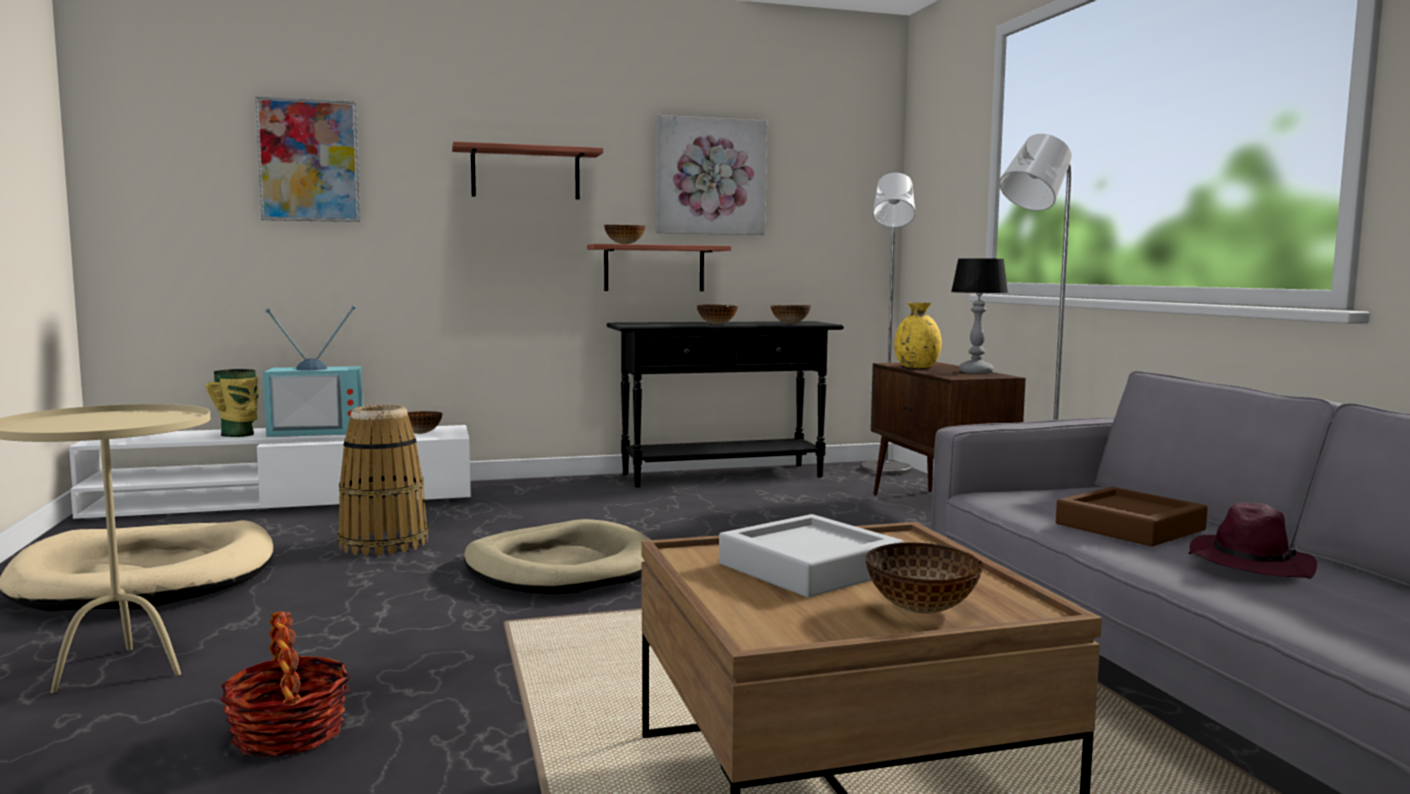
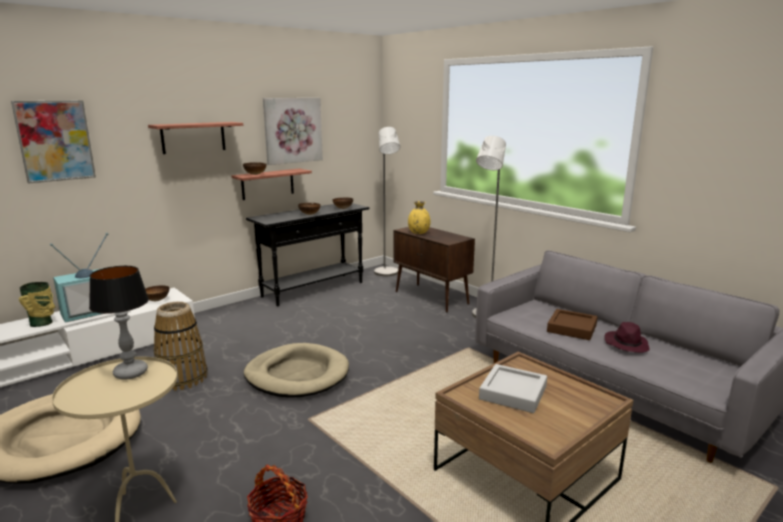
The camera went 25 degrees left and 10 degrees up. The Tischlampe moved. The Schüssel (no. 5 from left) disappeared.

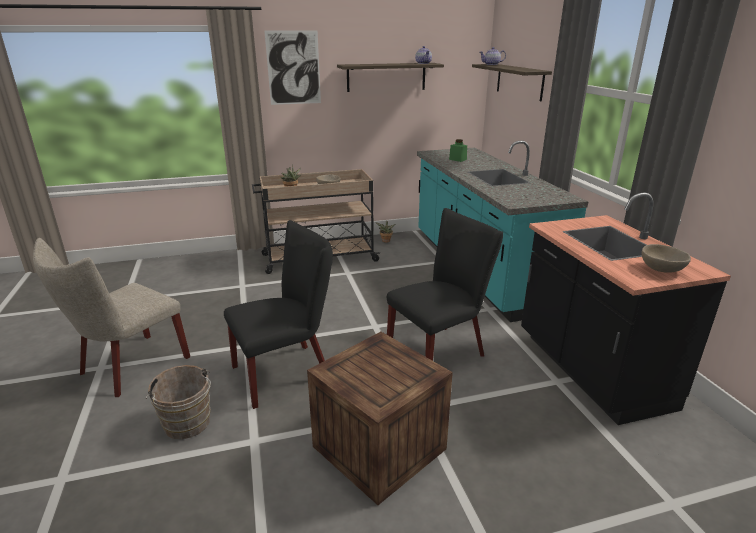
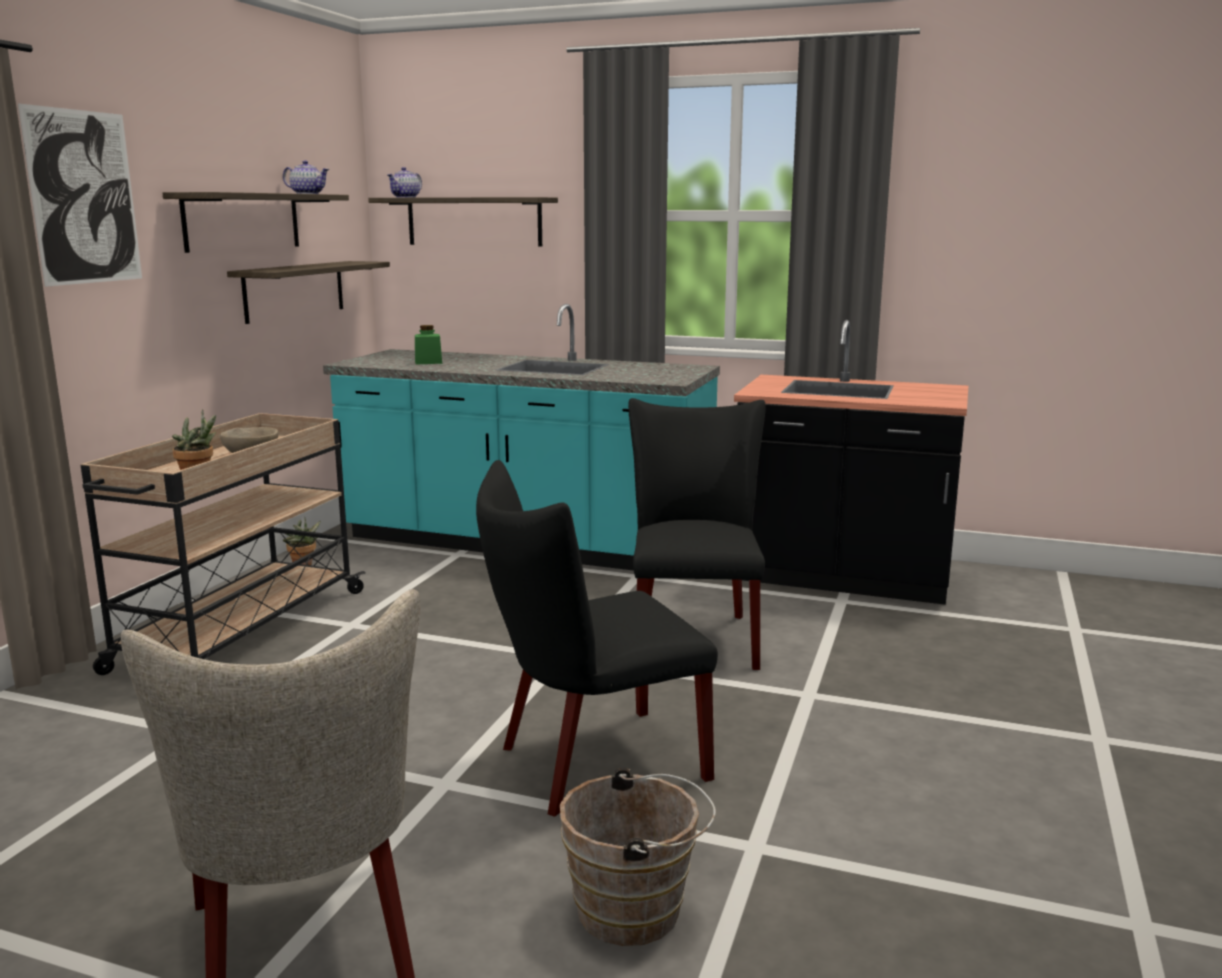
The camera went 55 degrees left and 10 degrees down. The Wandregal (no. 2 from left) appeared. The Stuhl [schwarz] (no. 1 from left) turned 120 degrees counterclockwise. The Kiste disappeared. The Schüssel [beige] (no. 2 from left) disappeared.

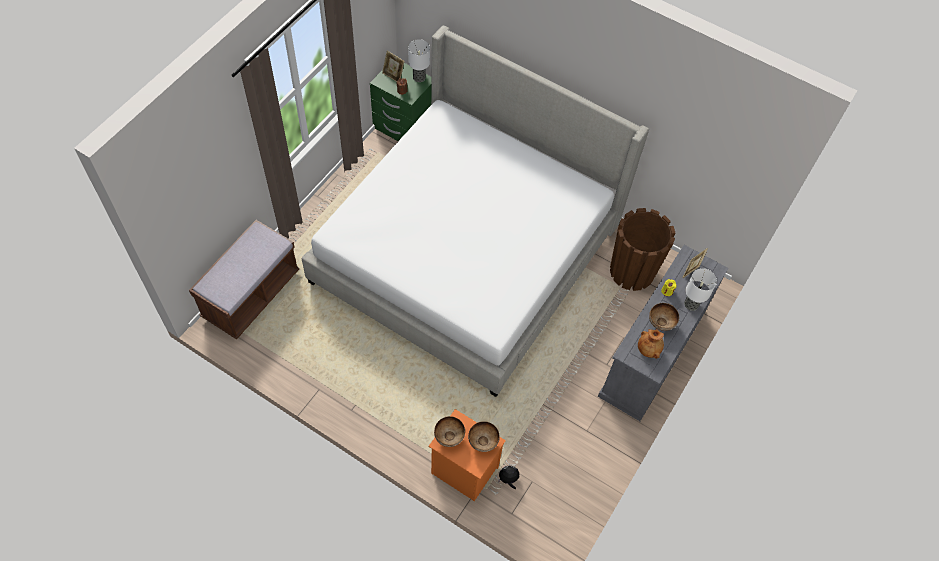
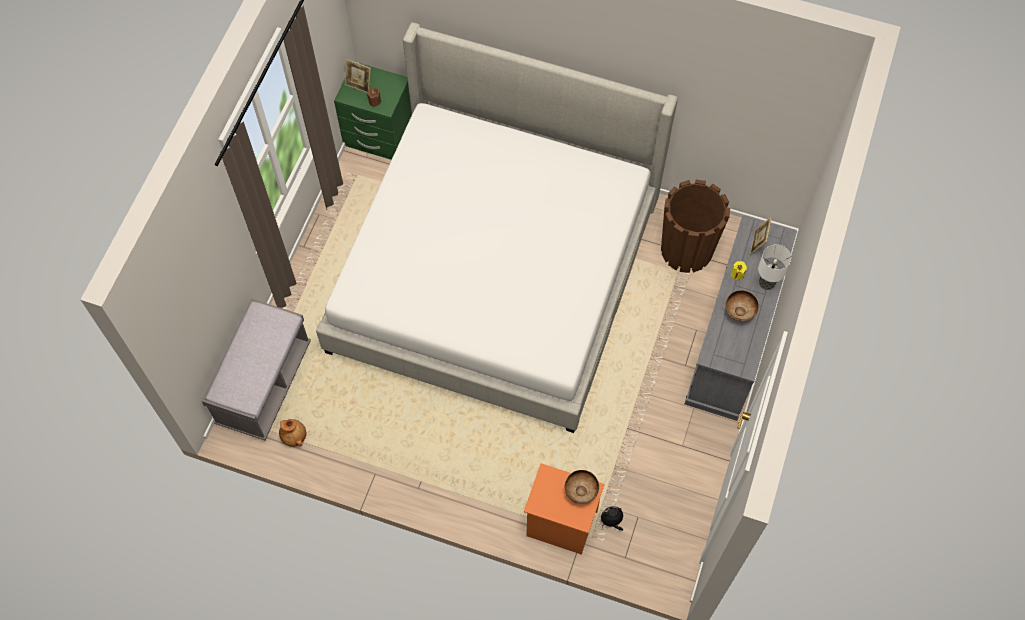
The camera went 10 degrees left and 5 degrees up. The Bank [braun] became the Bank [grau]. The Vase [braun] moved. The Tischlampe (no. 1 from left) disappeared. The Schüssel (no. 1 from left) disappeared.

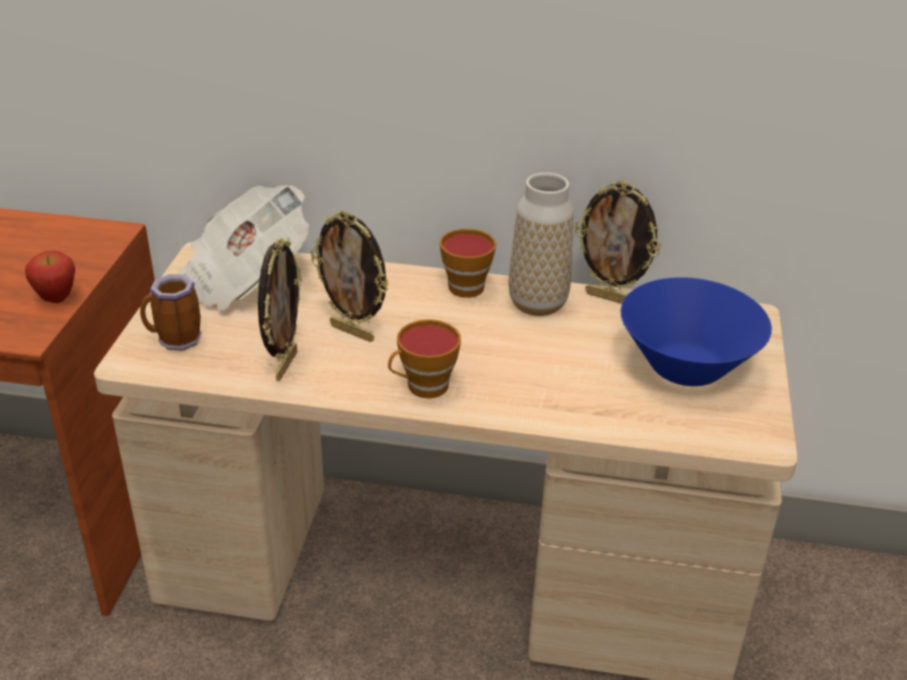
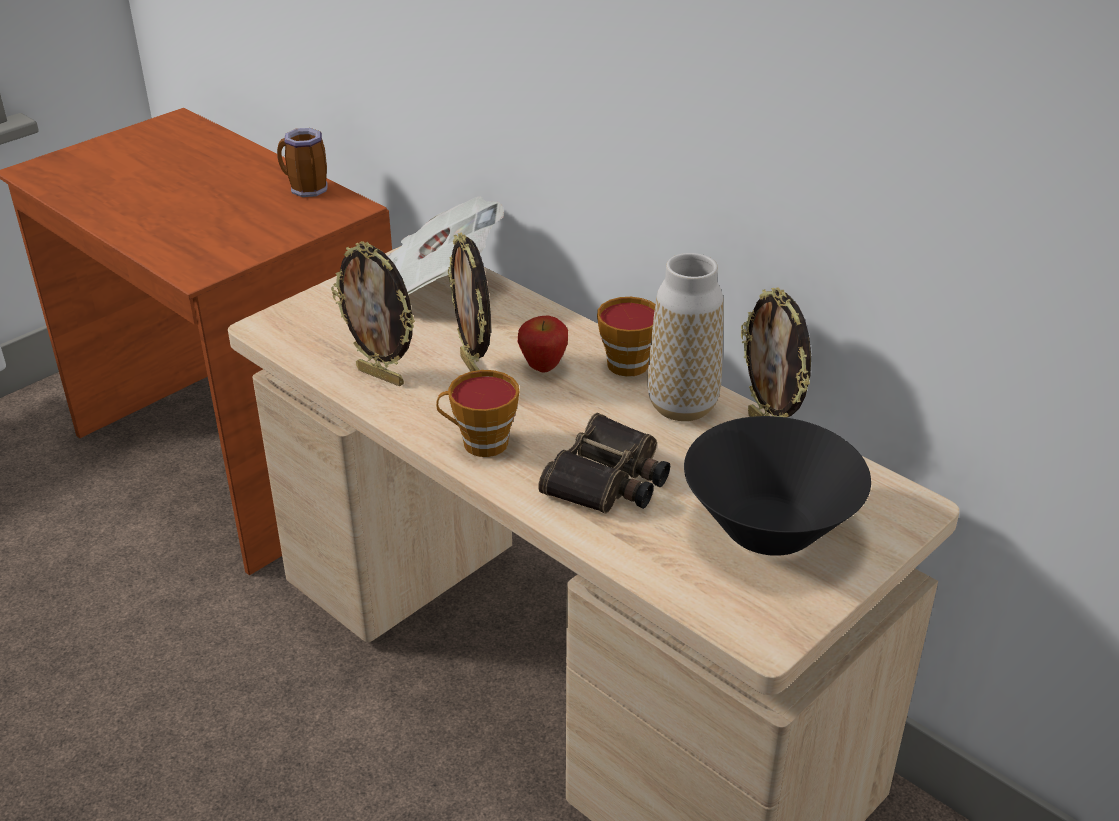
The camera went 35 degrees right and 0 degrees up. The Henkelbecher moved. The Bilderrahmen (no. 1 from left) turned 75 degrees clockwise. The Apfel moved. The Fernglas appeared. The Schüssel [blau] became the Schüssel [schwarz].

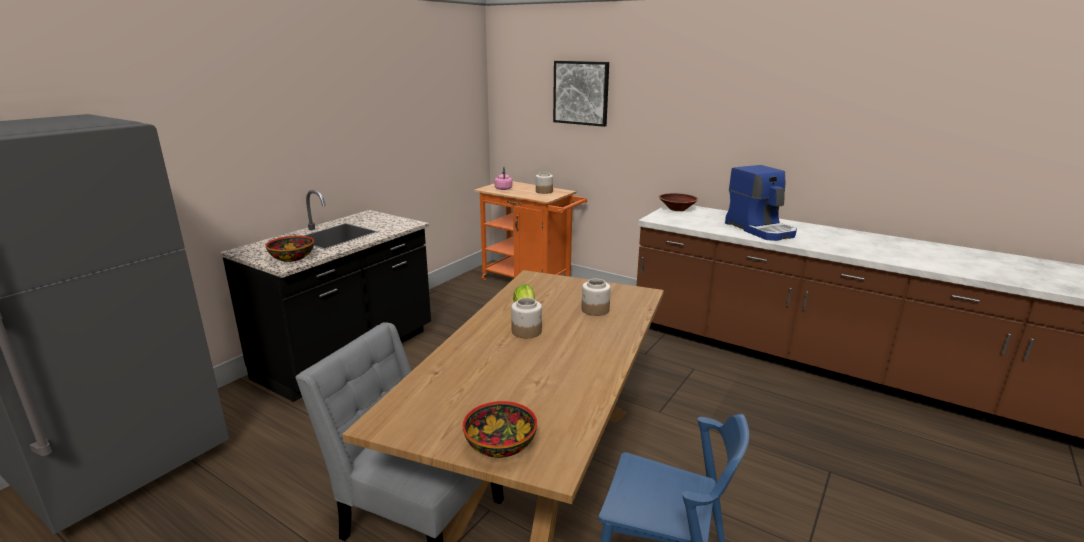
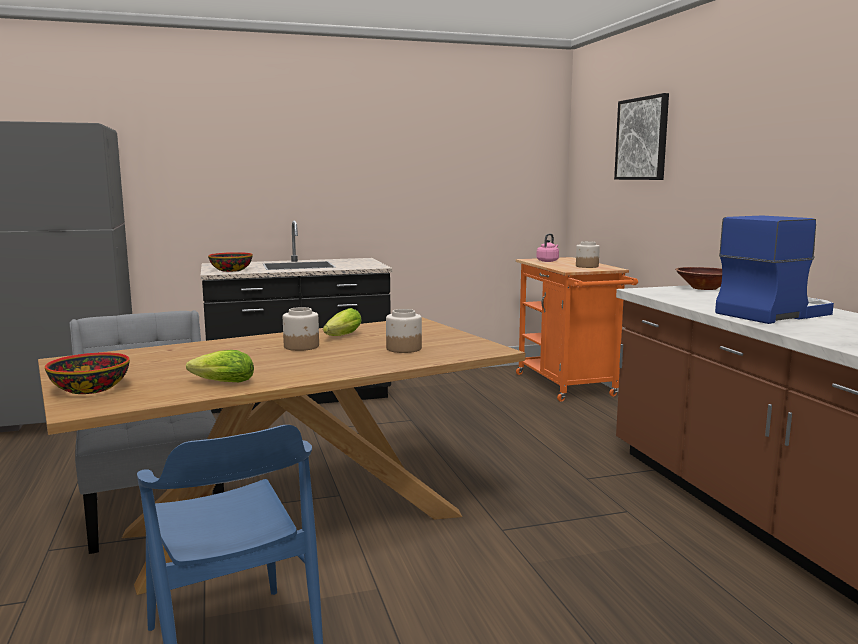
The camera went 40 degrees right and 10 degrees down. The Salatkopf (no. 1 from left) appeared. The Kaffeemaschine turned 135 degrees counterclockwise.

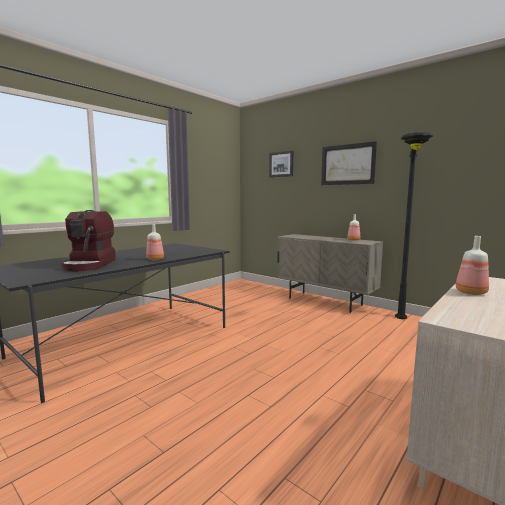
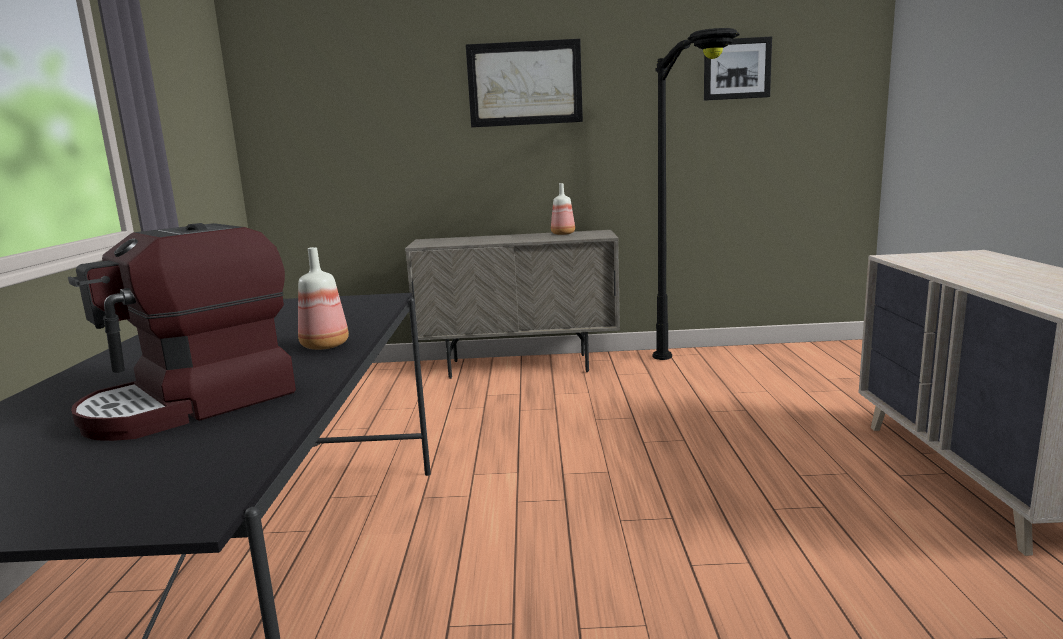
The camera went 40 degrees left and 5 degrees up. The Kaffeemaschine turned 90 degrees clockwise. The Bild (no. 1 from left in the first image) moved. The Flasche (no. 3 from left) disappeared.

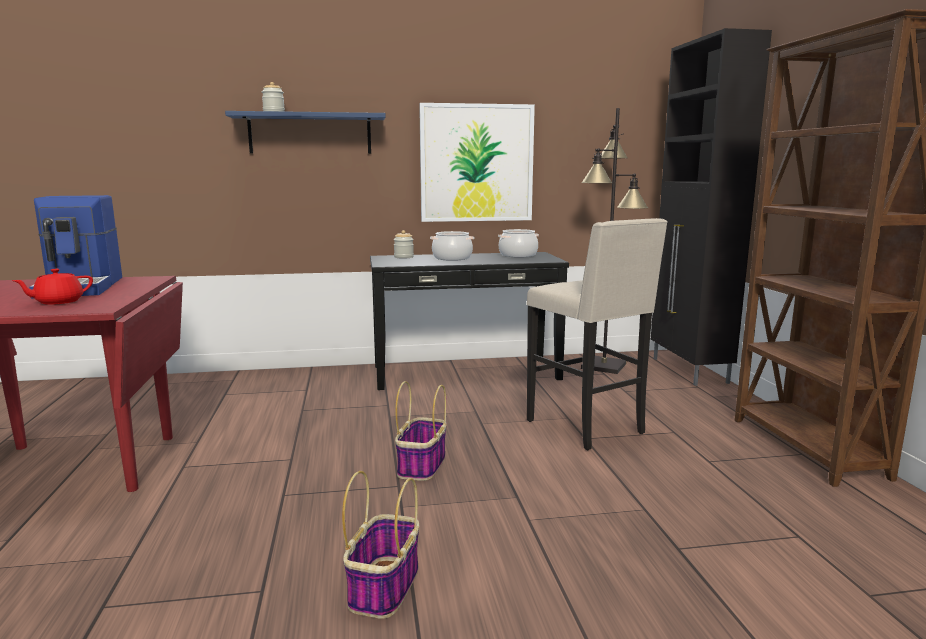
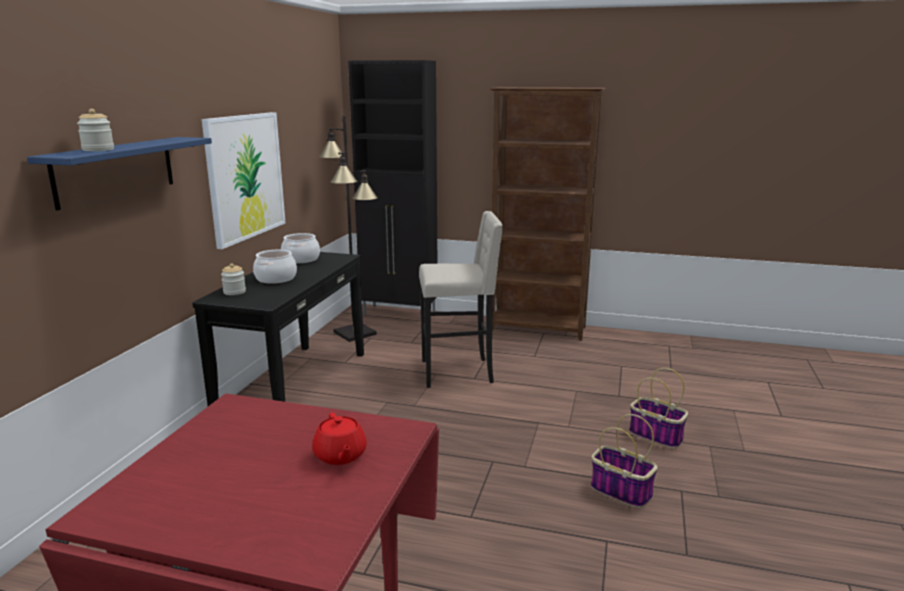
The camera went 65 degrees left and 5 degrees up. The Korb (no. 2 from left) moved. The Kaffeemaschine disappeared.

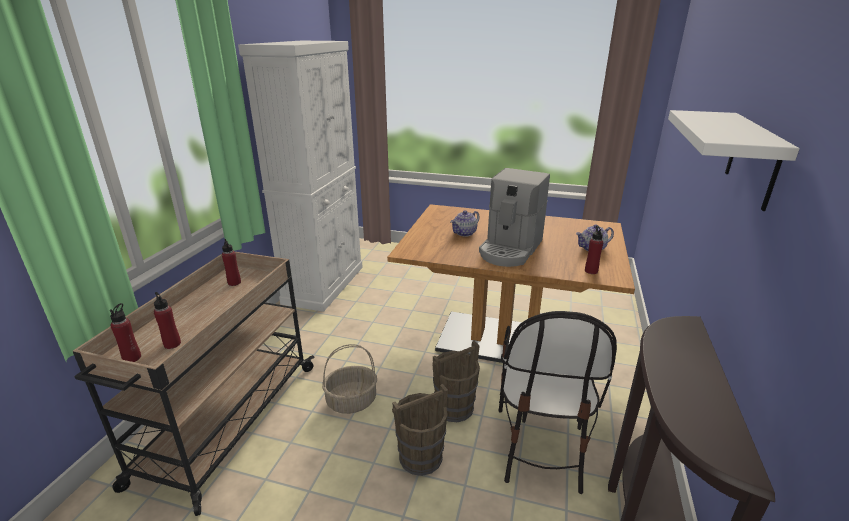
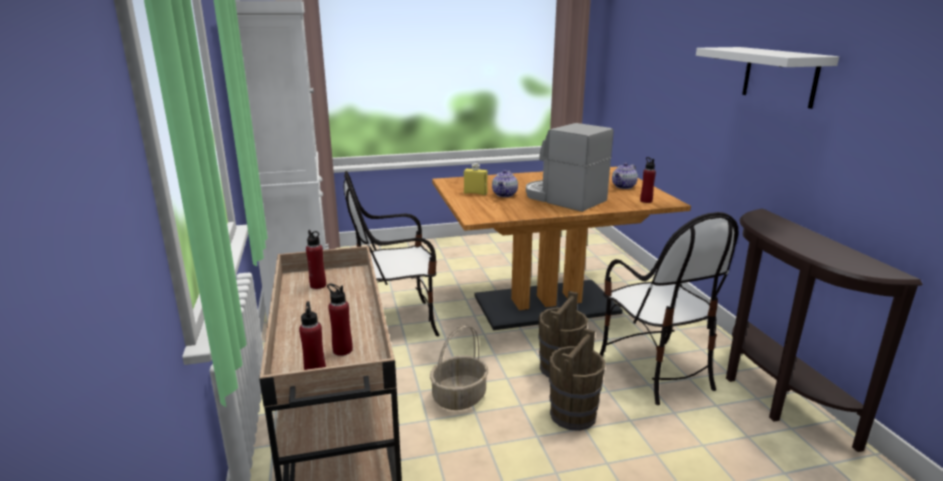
The camera went 30 degrees left and 5 degrees down. The Stuhl (no. 1 from left) appeared. The Flasche [gelb] appeared. The Kaffeemaschine turned 135 degrees clockwise.

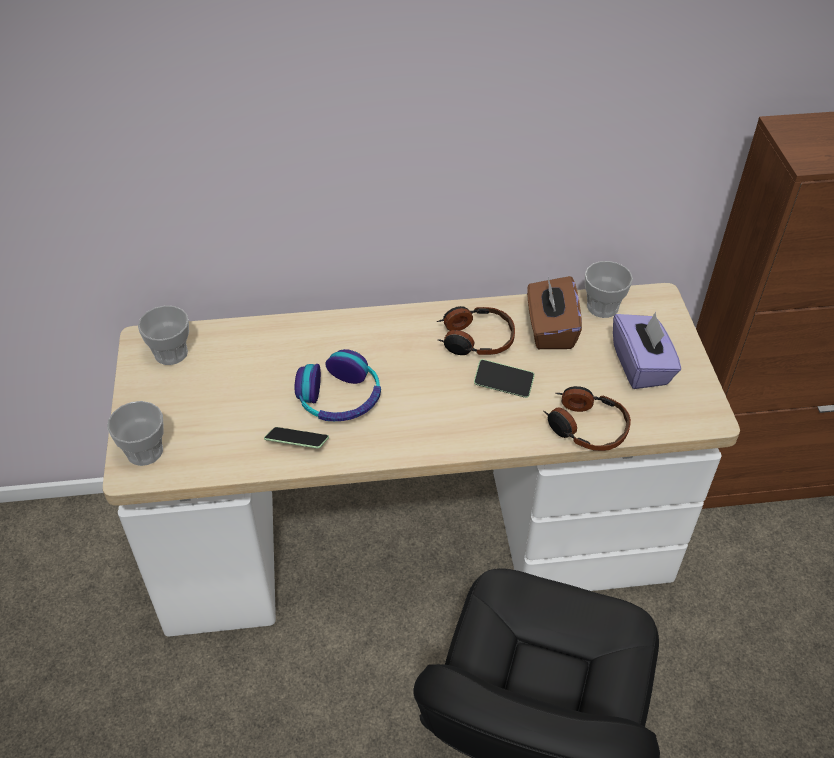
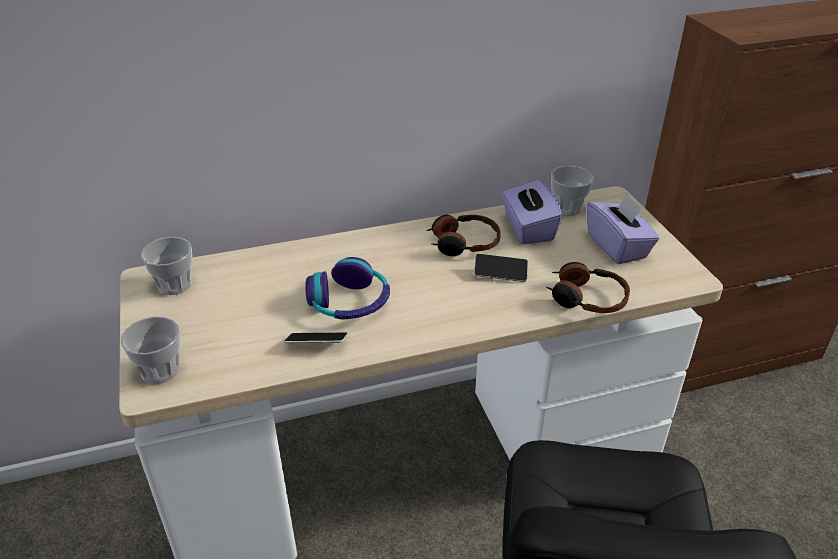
The camera went 10 degrees left and 10 degrees down. The Taschentuchbox [braun] became the Taschentuchbox [lila] (no. 1 from left).

